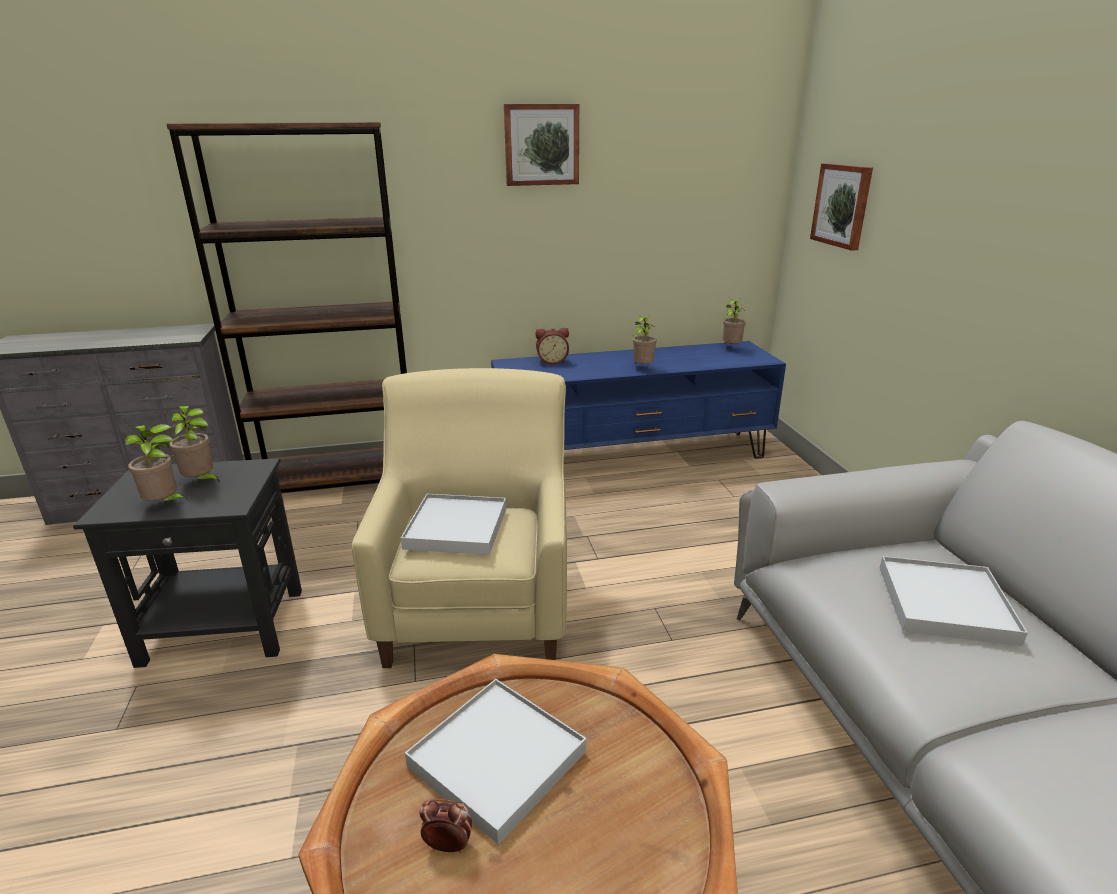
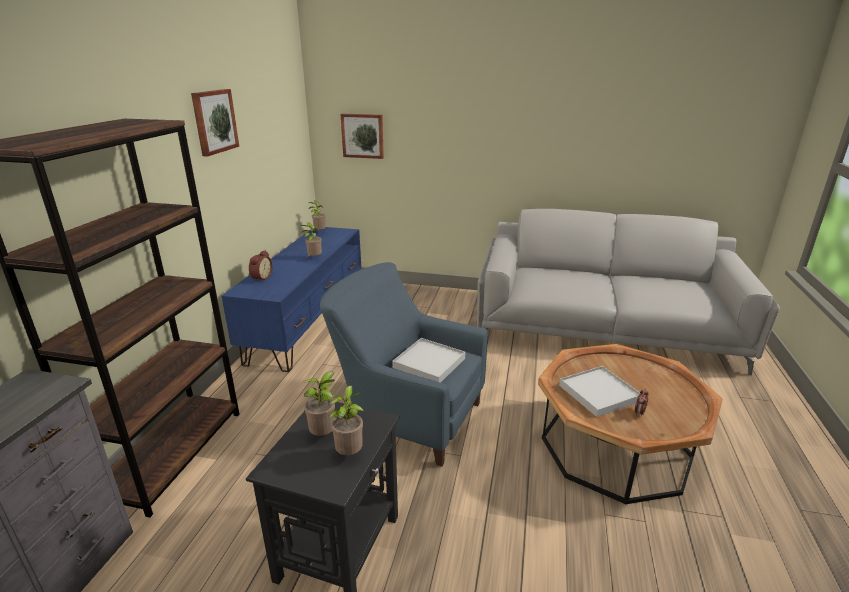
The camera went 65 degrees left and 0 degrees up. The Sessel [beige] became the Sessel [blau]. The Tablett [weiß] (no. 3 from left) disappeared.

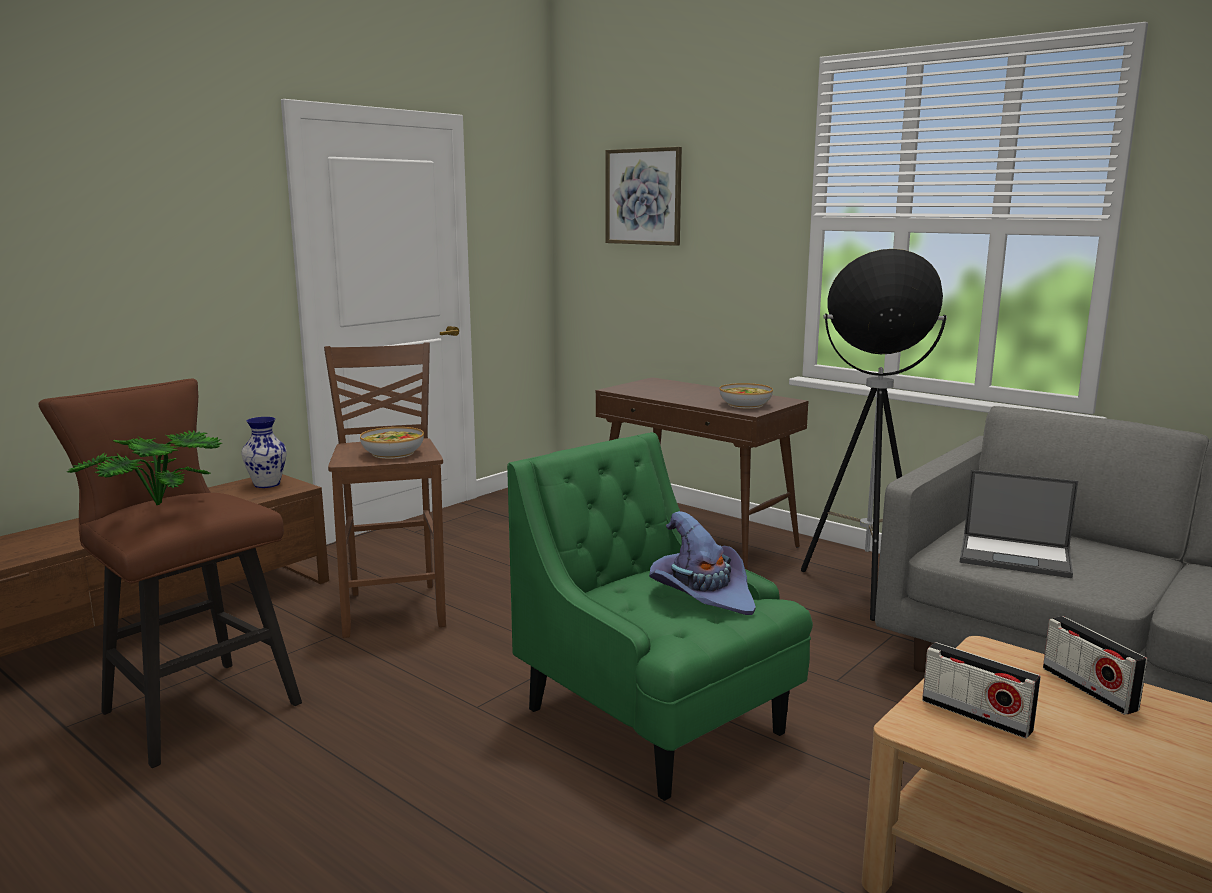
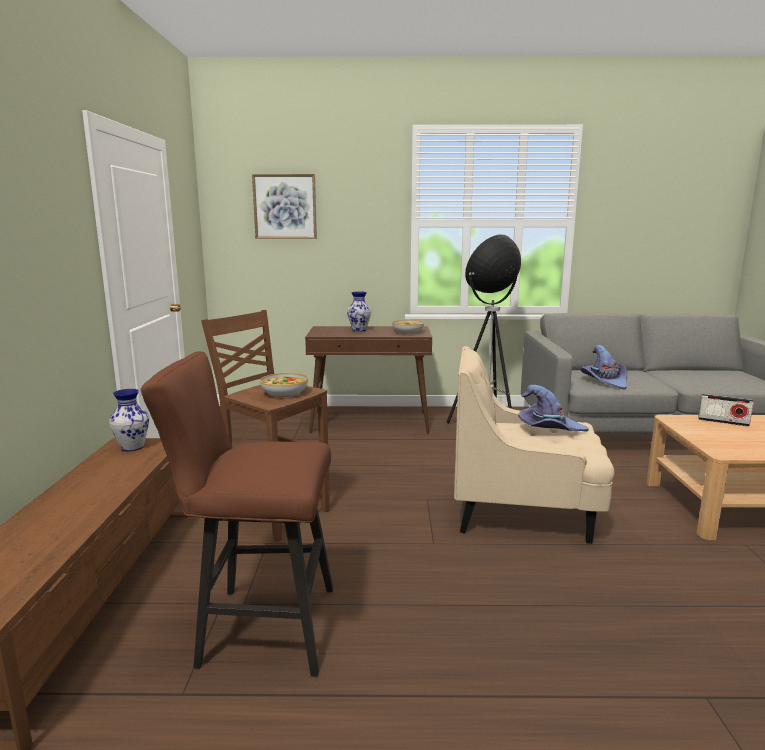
The camera went 40 degrees left and 0 degrees up. The Vase (no. 2 from left) appeared. The Sessel [grün] became the Sessel [beige]. The Laptop was replaced by the Hut [lila] (no. 2 from left). The Topfpflanze disappeared. The Radio (no. 1 from left) disappeared.

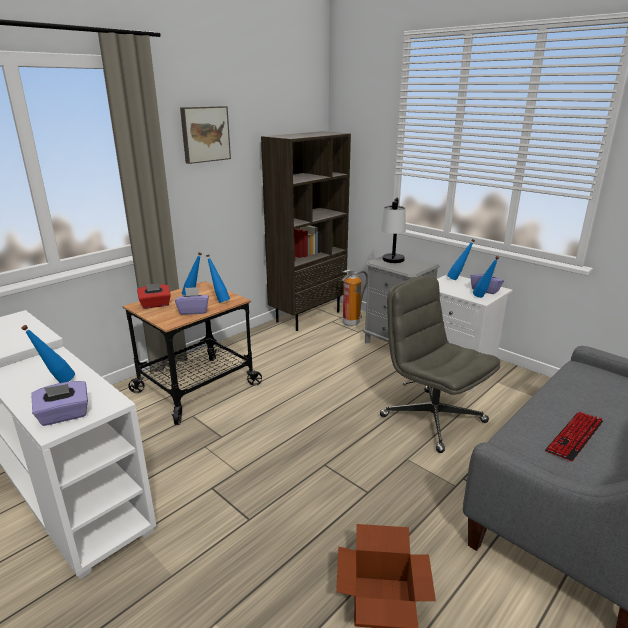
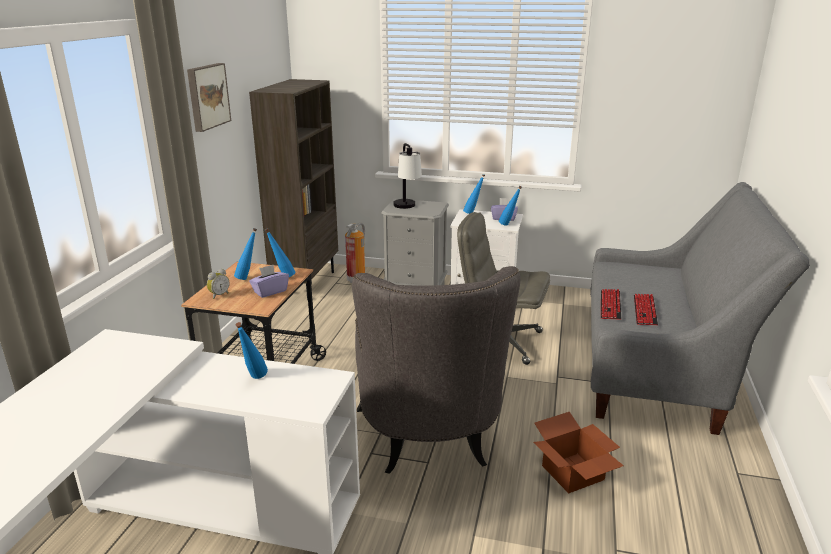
The camera went 30 degrees left and 0 degrees up. The Taschentuchbox [rot] was replaced by the Wecker. The Sessel [grau] appeared. The Tastatur (no. 1 from left) appeared. The Taschentuchbox [lila] (no. 1 from left) disappeared.

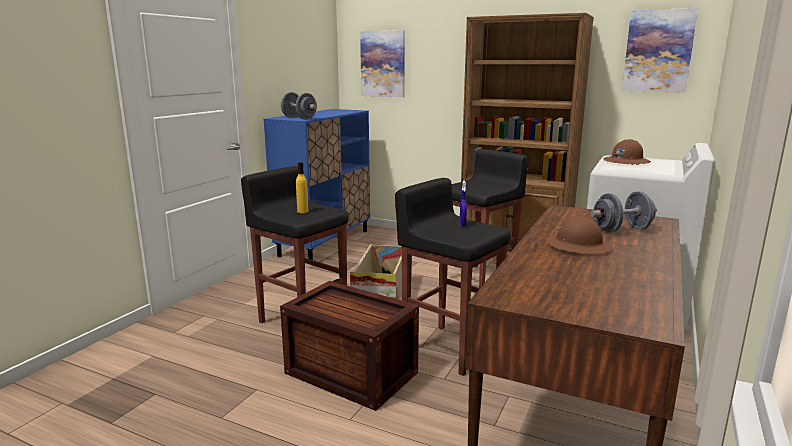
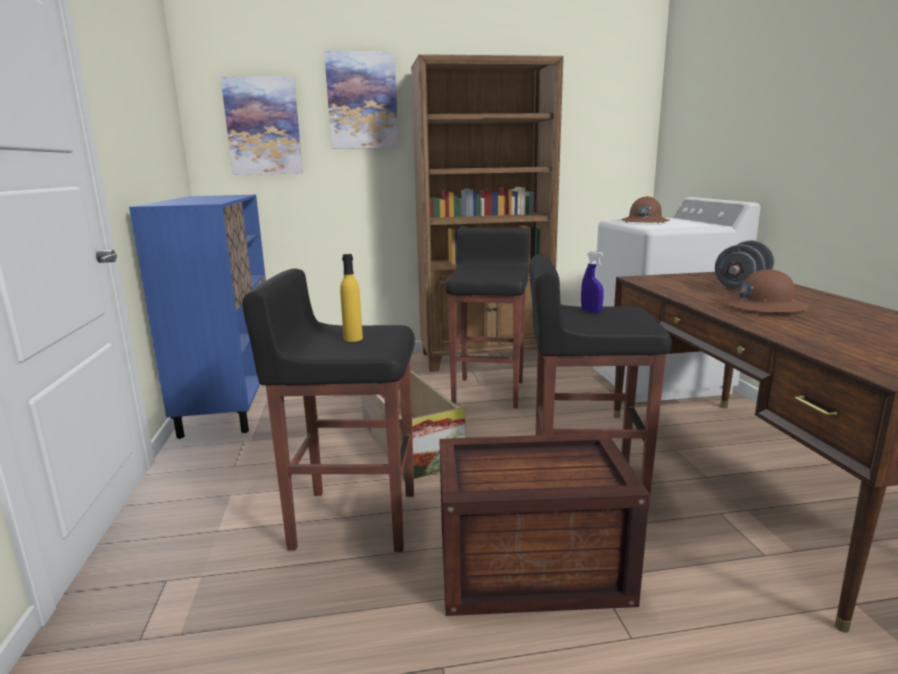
The camera went 35 degrees left and 0 degrees up. The Bild (no. 2 from left) moved. The Hantel [grau] (no. 1 from left) disappeared.

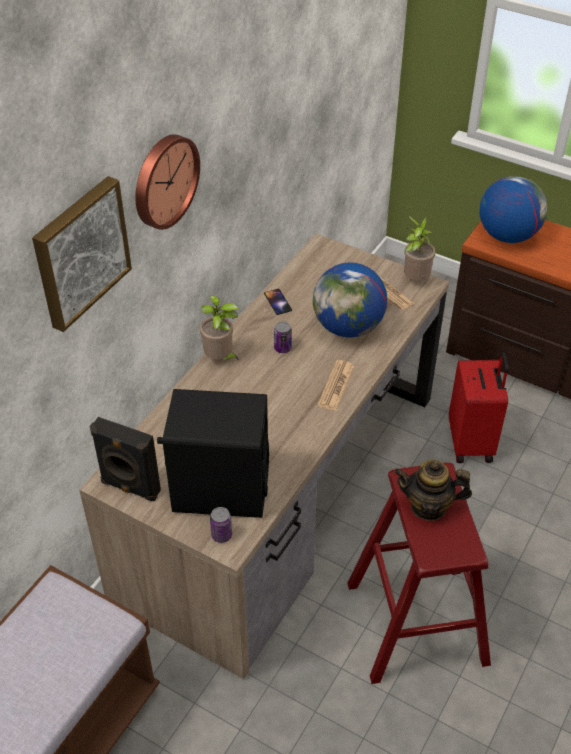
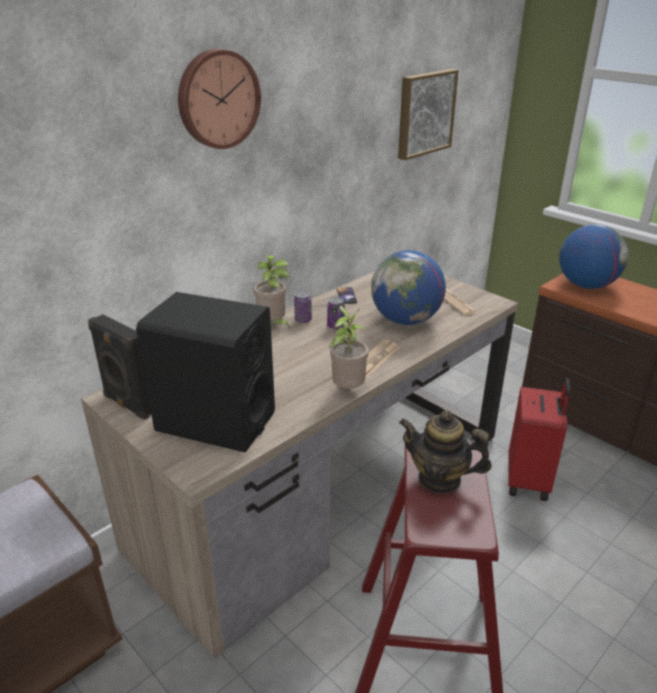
The camera went 15 degrees right and 15 degrees down. The Dose (no. 1 from left) moved. The Topfpflanze (no. 2 from left) moved. The Bild moved.

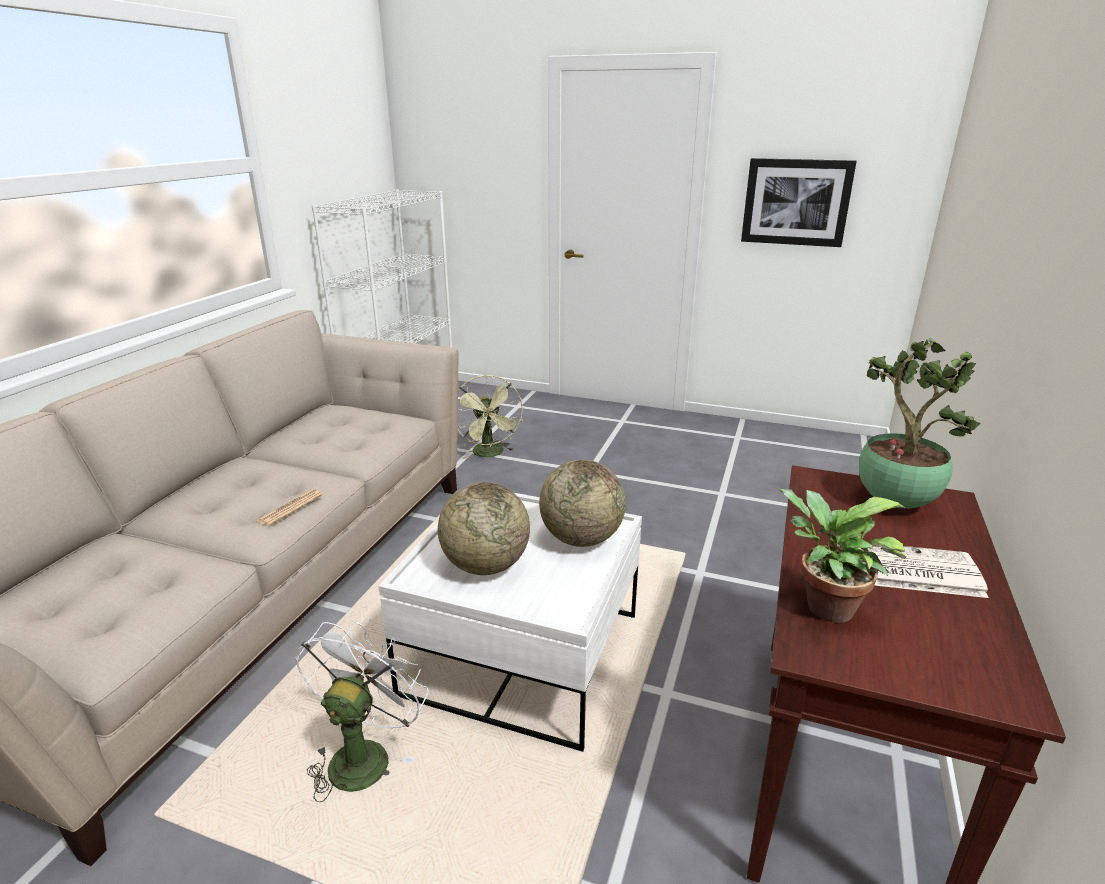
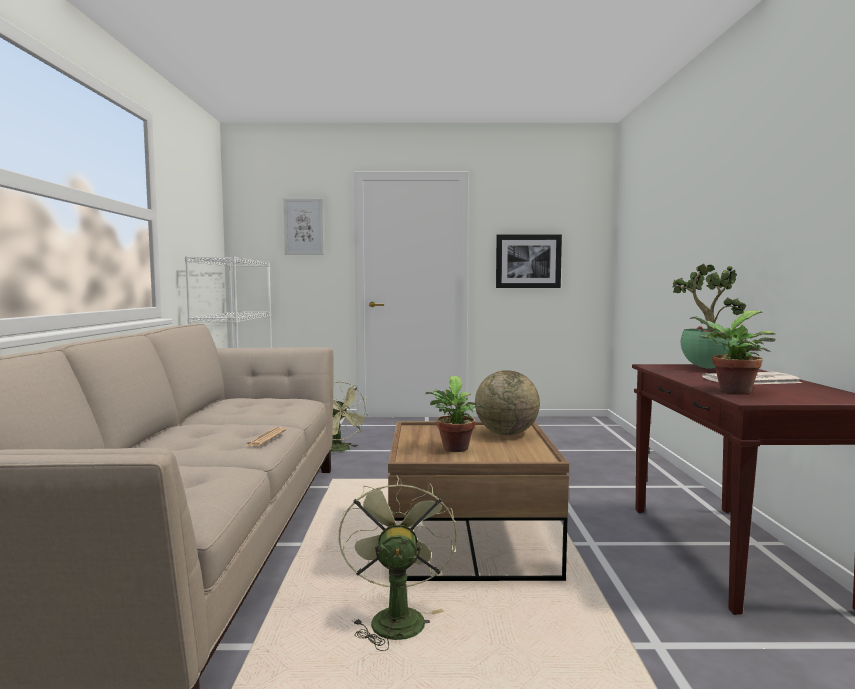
The camera went 20 degrees left and 20 degrees down. The Bild (no. 1 from left) appeared. The Ventilator [weiß] became the Ventilator [grün] (no. 2 from left). The Couchtisch [weiß] became the Couchtisch [braun]. The Globus (no. 1 from left) was replaced by the Topfpflanze (no. 1 from left).

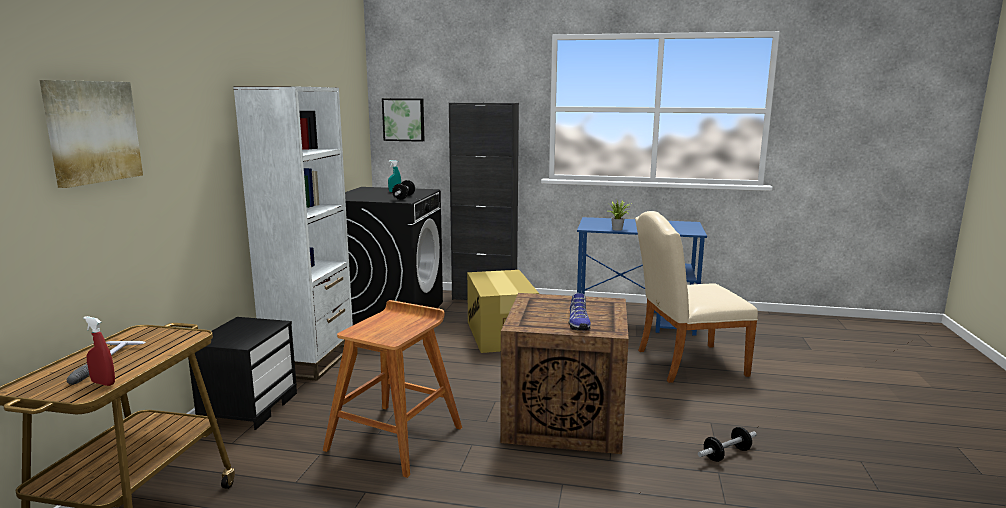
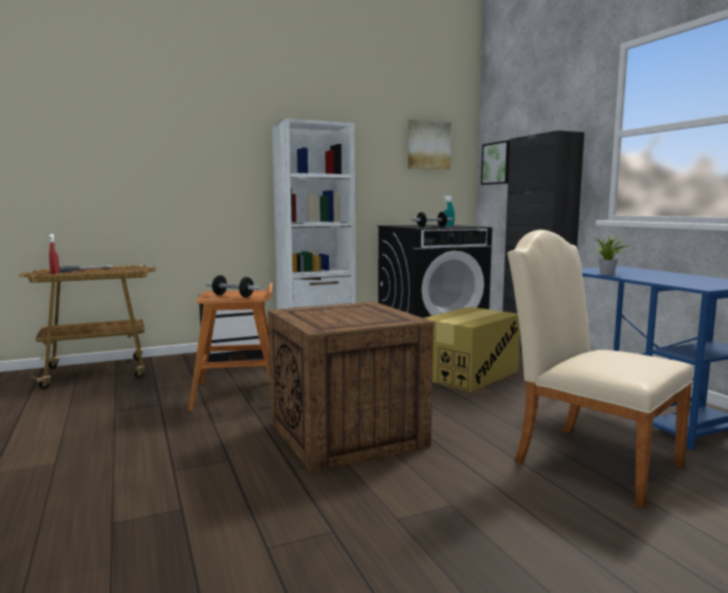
The camera went 55 degrees right and 5 degrees down. The Hantel (no. 2 from left in the first image) moved. The Bild (no. 1 from left) moved. The Schuh disappeared.

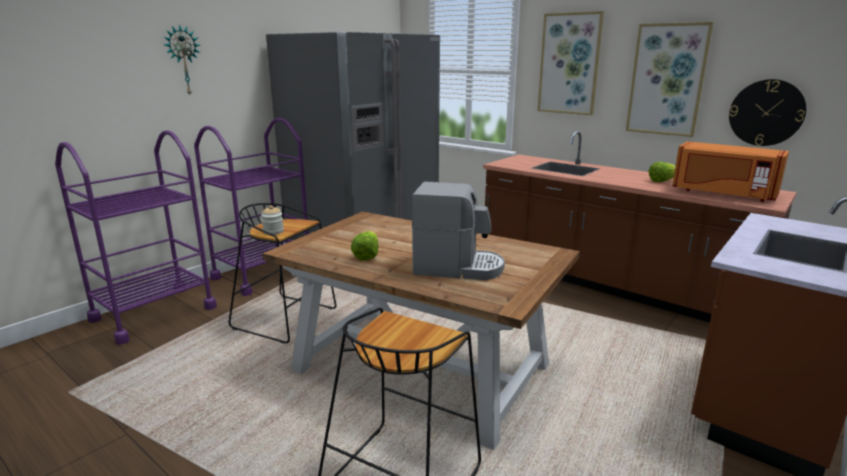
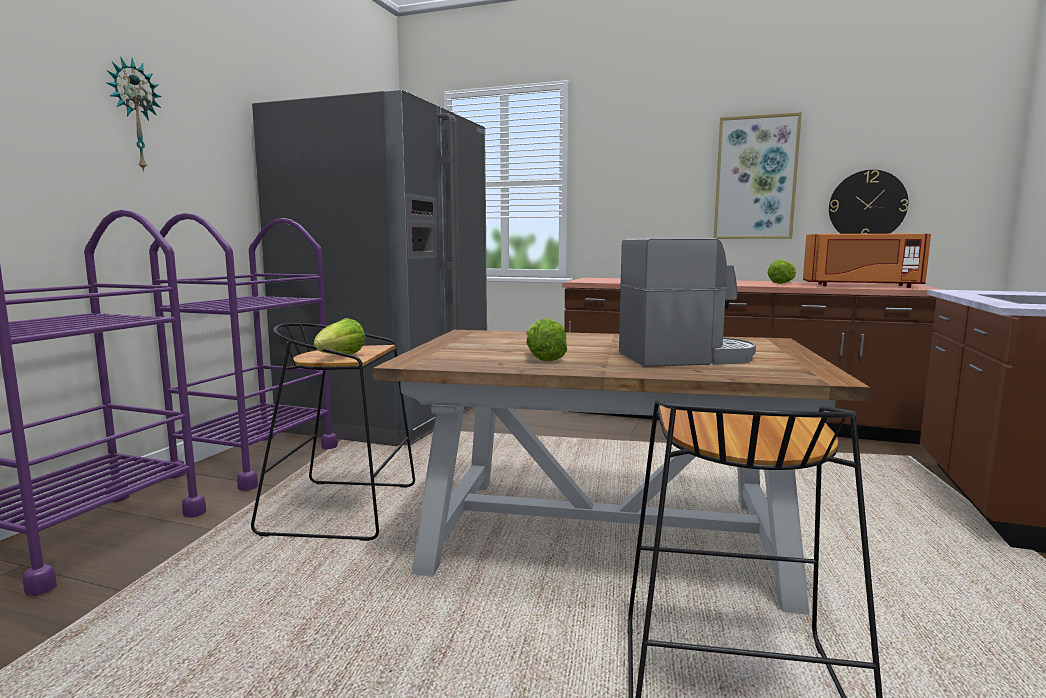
The camera went 20 degrees left and 10 degrees down. The Vorratsglas was replaced by the Salatkopf (no. 1 from left). The Bild (no. 1 from left) disappeared.

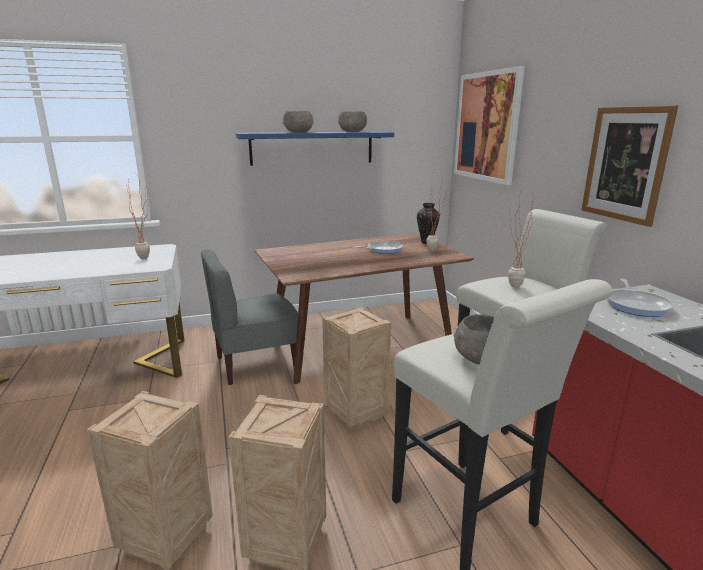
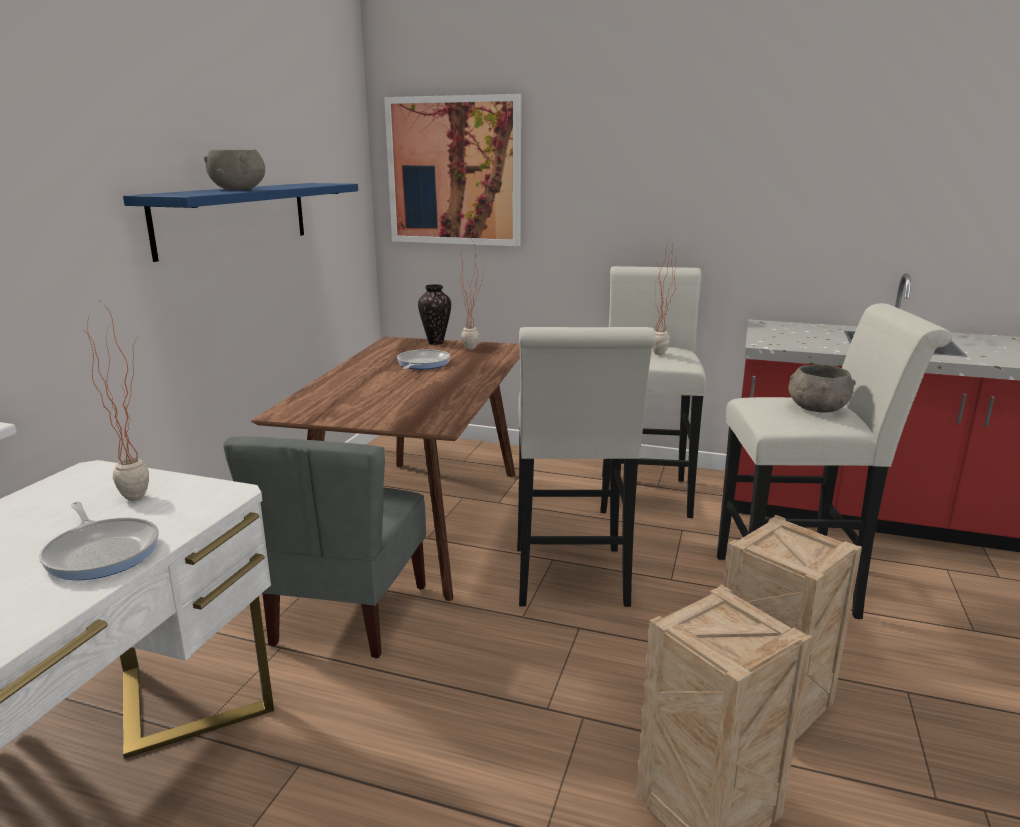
The camera went 55 degrees left and 0 degrees up. The Pfanne (no. 2 from left in the first image) moved. The Kiste (no. 3 from left) was replaced by the Hocker [weiß] (no. 1 from left). The Schüssel [grau] (no. 2 from left) disappeared. The Bild (no. 2 from left) disappeared.

